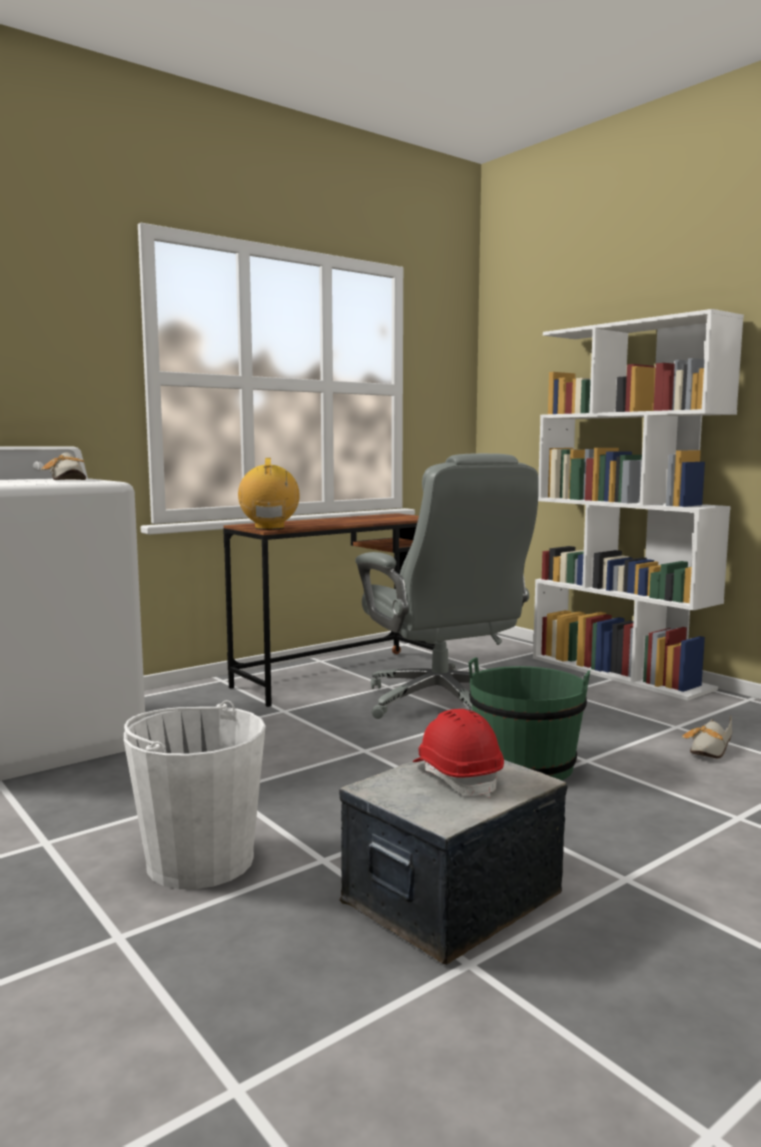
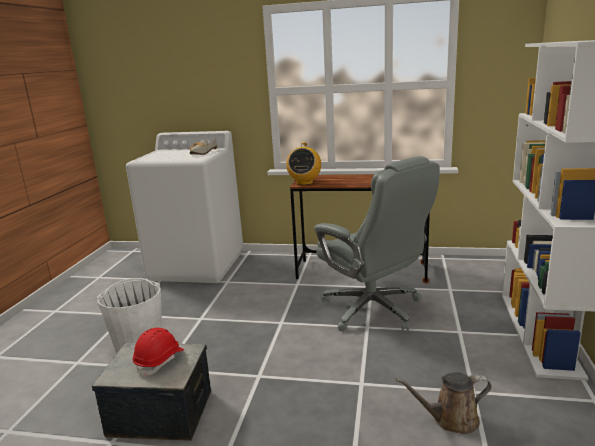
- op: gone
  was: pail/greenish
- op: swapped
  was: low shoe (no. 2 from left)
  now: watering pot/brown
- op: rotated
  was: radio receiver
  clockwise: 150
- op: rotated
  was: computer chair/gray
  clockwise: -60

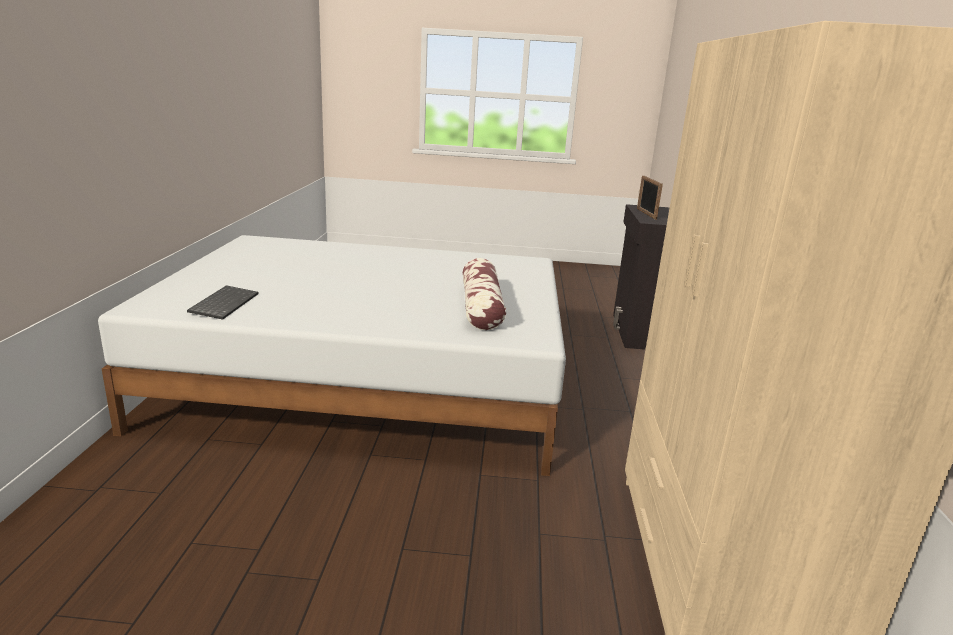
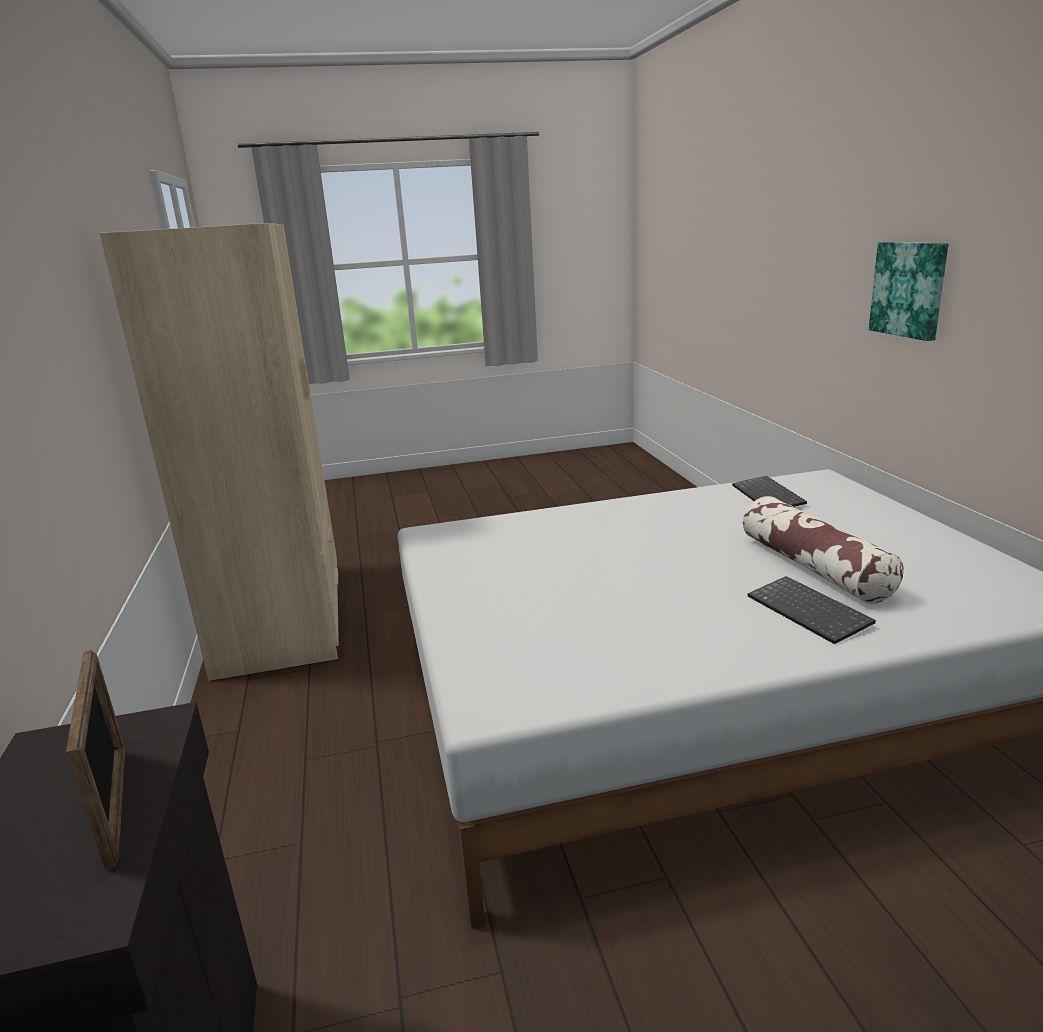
- op: new
  now: PC keyboard (no. 2 from left)
- op: new
  now: picture
- op: shifted
  was: throw pillow

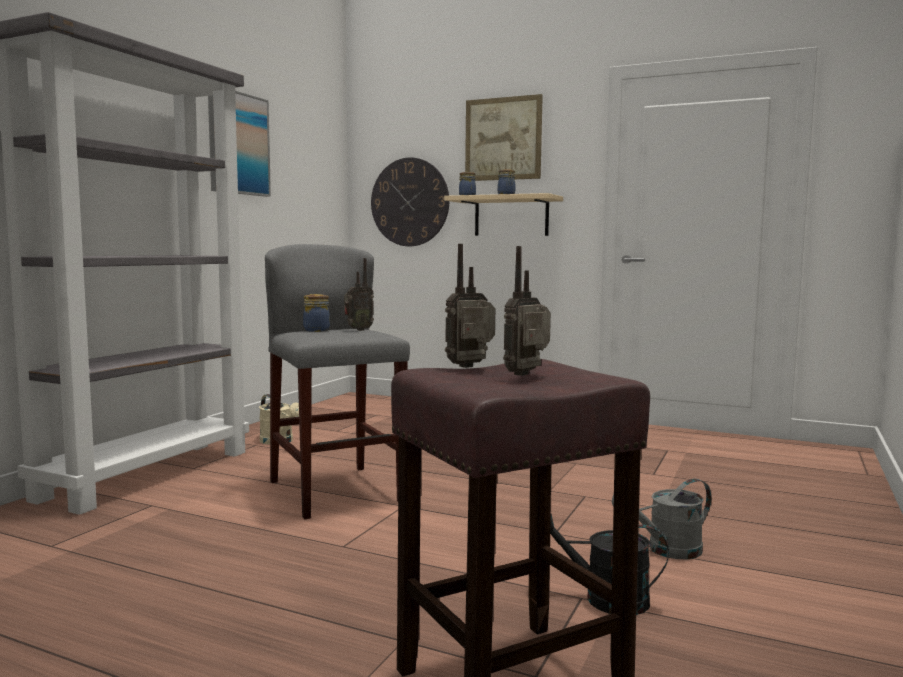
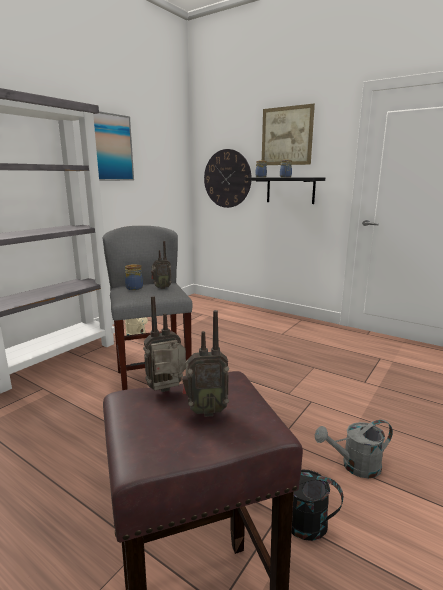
- op: repainted
  was: wall shelf/beige
  now: wall shelf/blackish
- op: rotated
  was: radio receiver (no. 3 from left)
  clockwise: -150

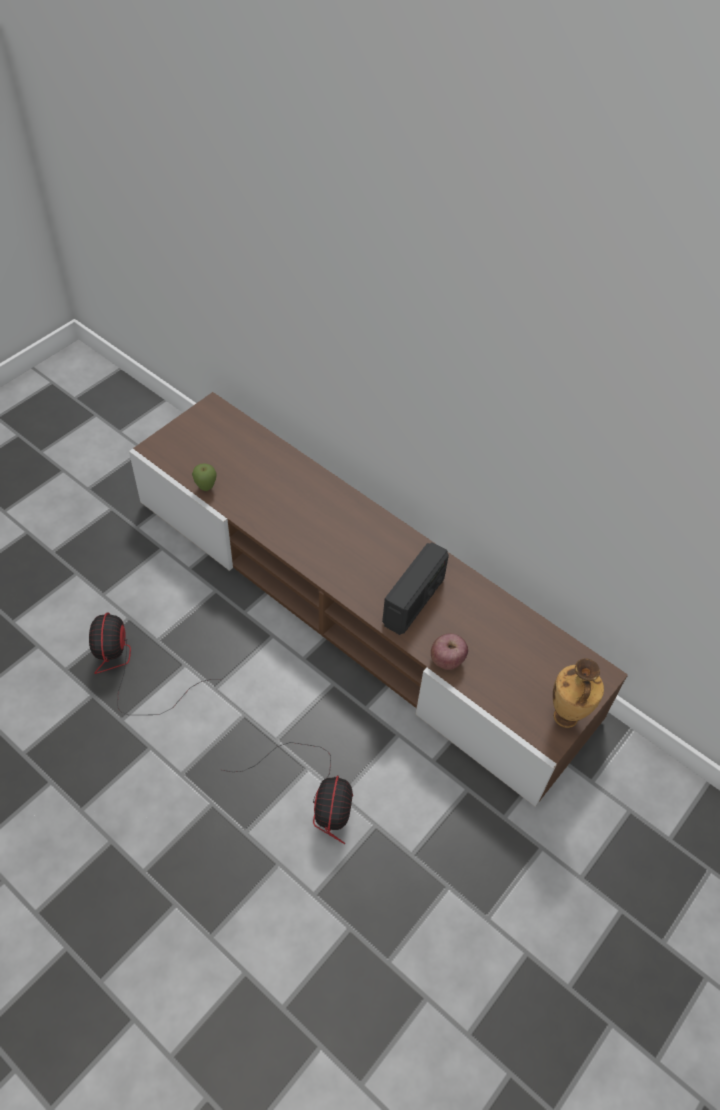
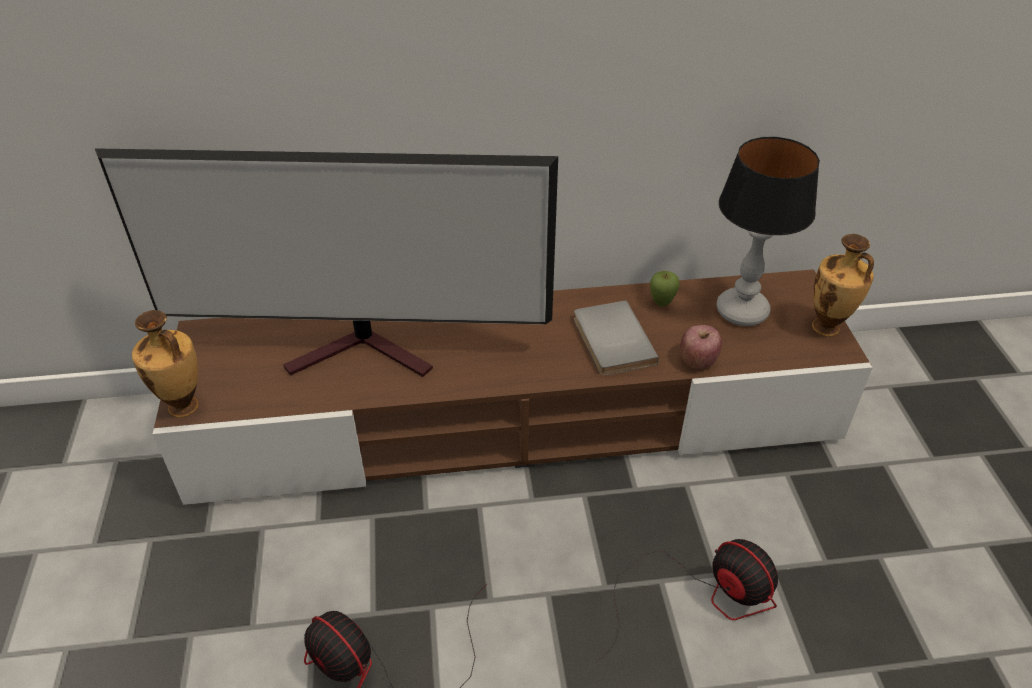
- op: new
  now: television
- op: new
  now: flower vase (no. 1 from left)
- op: new
  now: tabletop lamp
- op: shifted
  was: whole apple (no. 1 from left)
- op: swapped
  was: radio receiver
  now: volume/gray

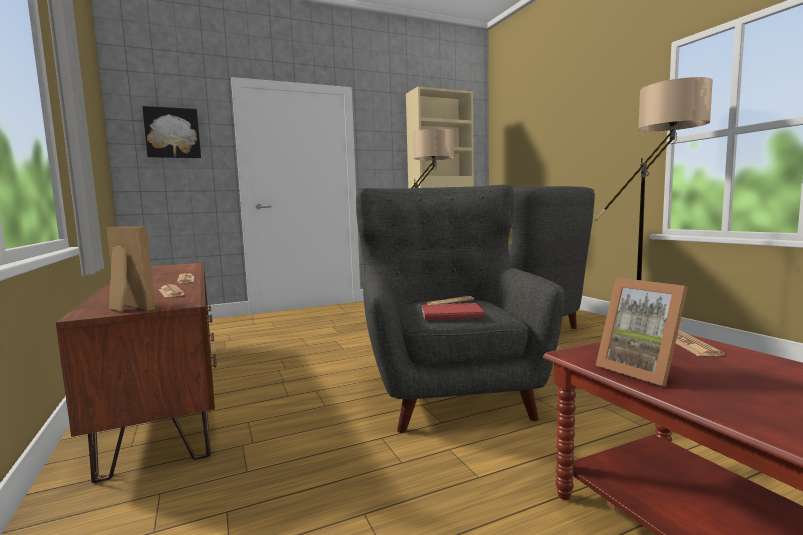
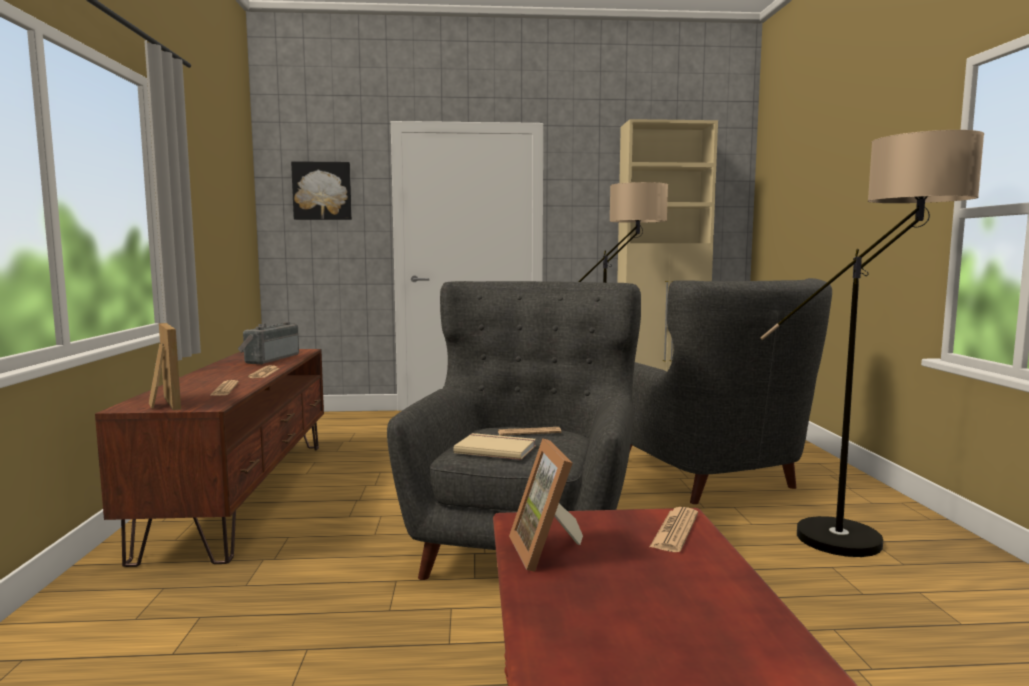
- op: new
  now: radio receiver
- op: repainted
  was: volume/red
  now: volume/beige

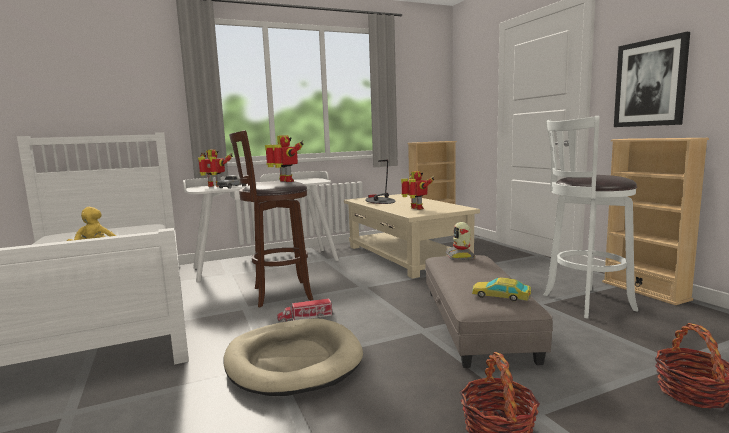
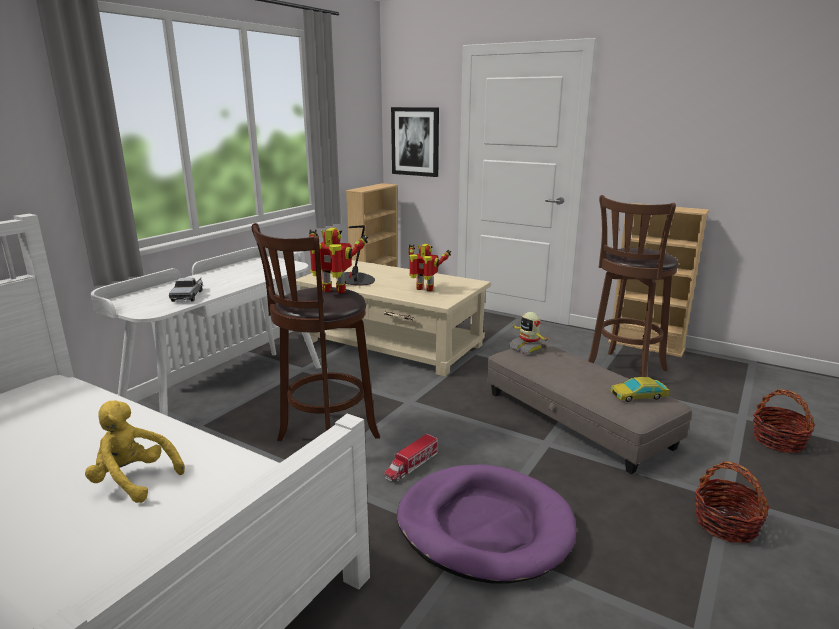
- op: gone
  was: toy robot (no. 1 from left)
- op: shifted
  was: picture
- op: repainted
  was: dog bed/beige
  now: dog bed/purple
- op: repainted
  was: stool seat/white-coloured
  now: stool seat/brown (no. 2 from left)

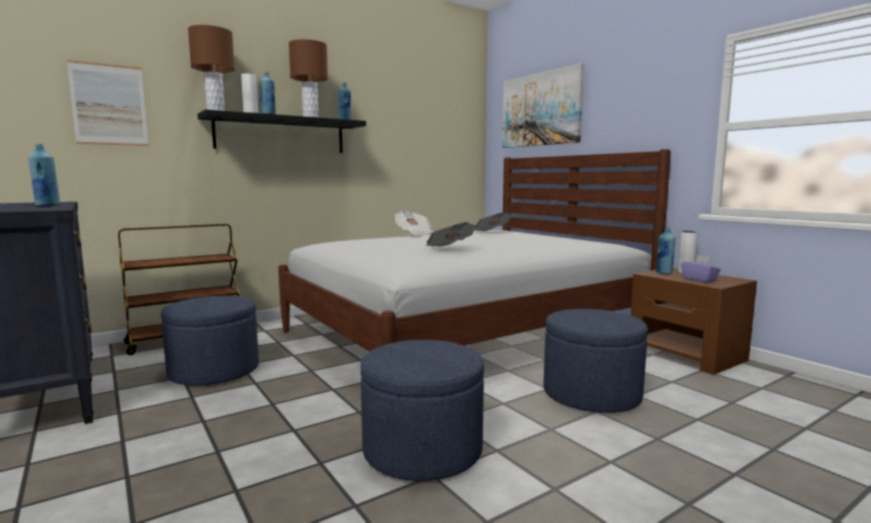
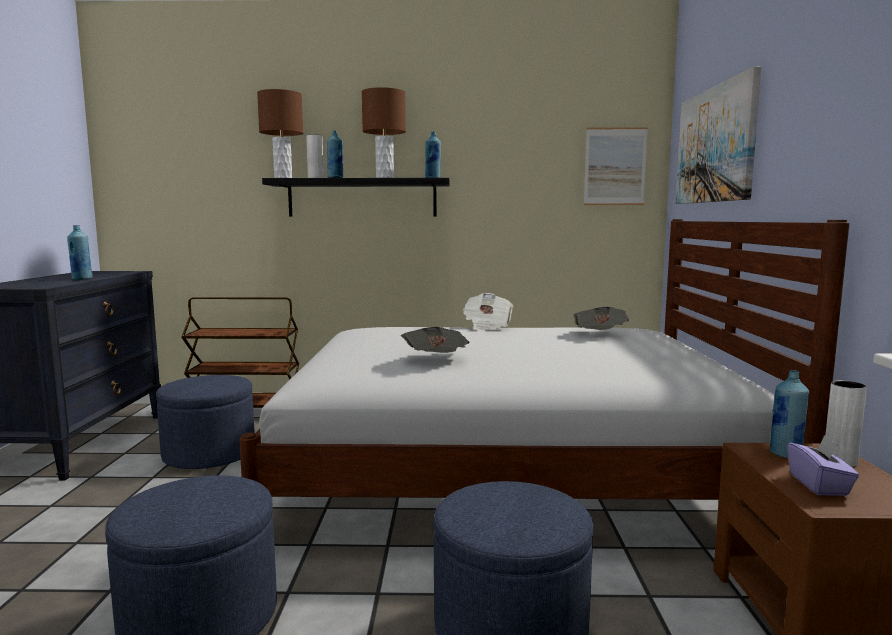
- op: shifted
  was: picture (no. 1 from left)

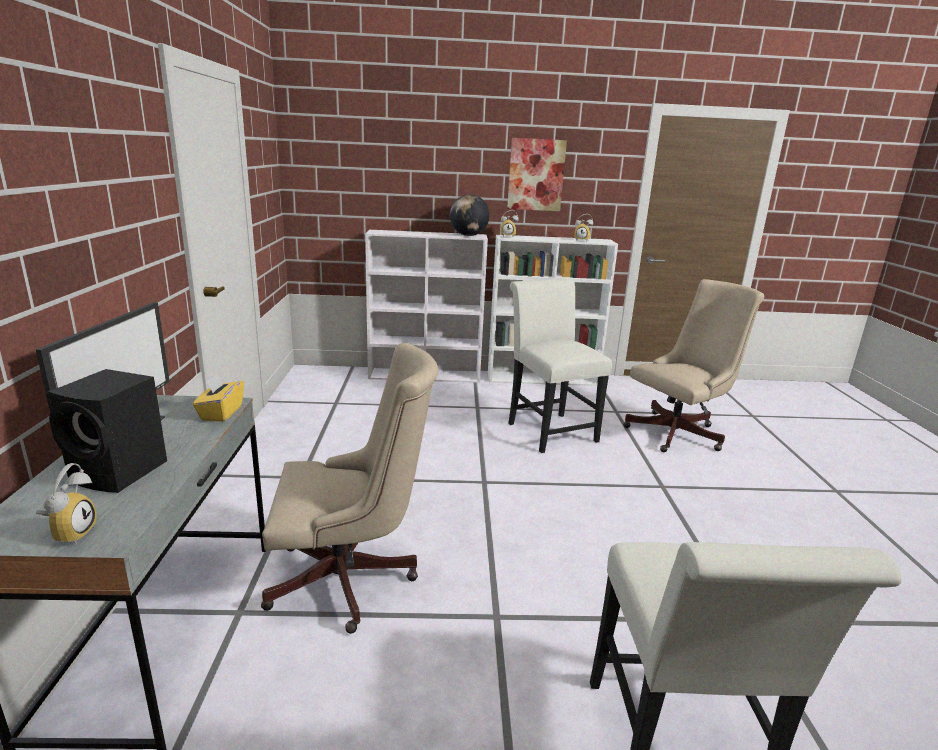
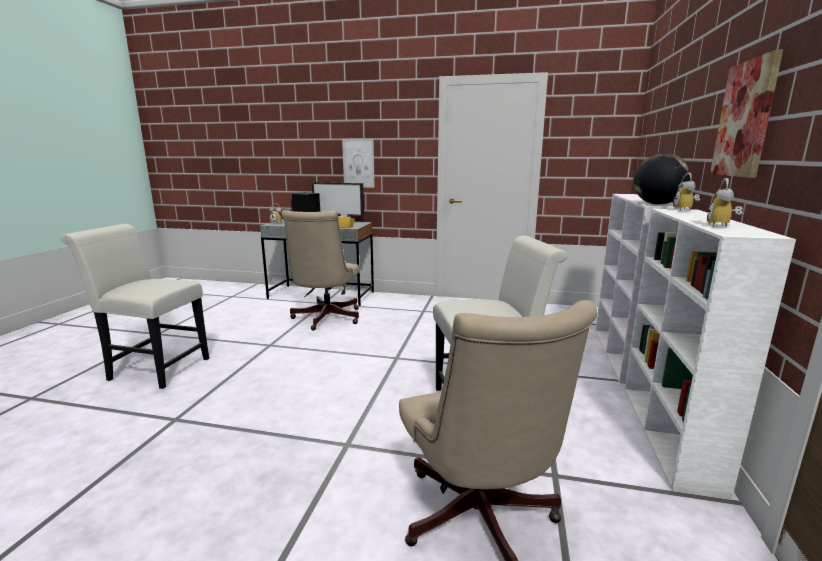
- op: new
  now: picture (no. 1 from left)

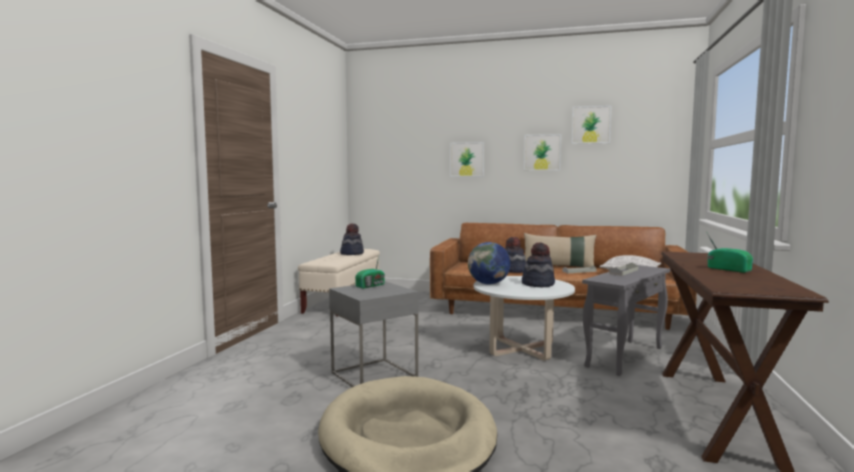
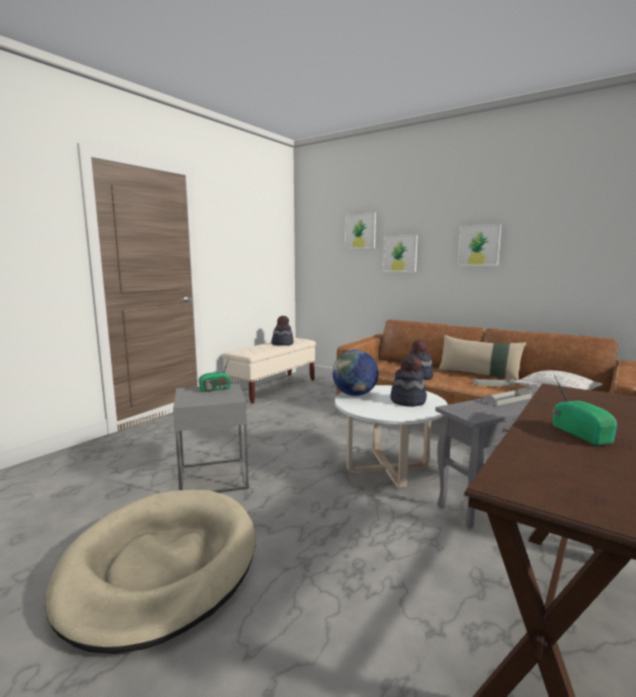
- op: shifted
  was: picture (no. 3 from left in the first image)
  now: picture (no. 1 from left)

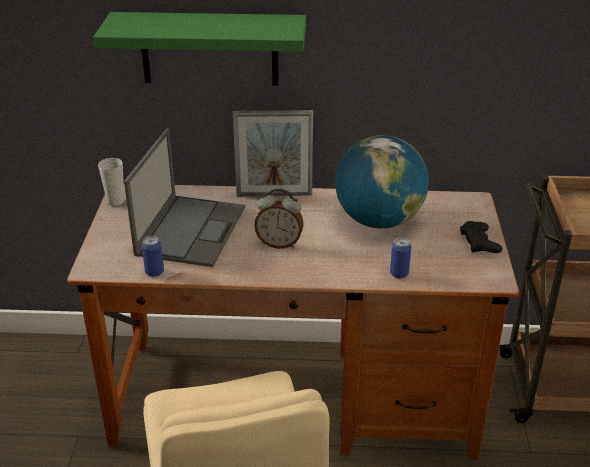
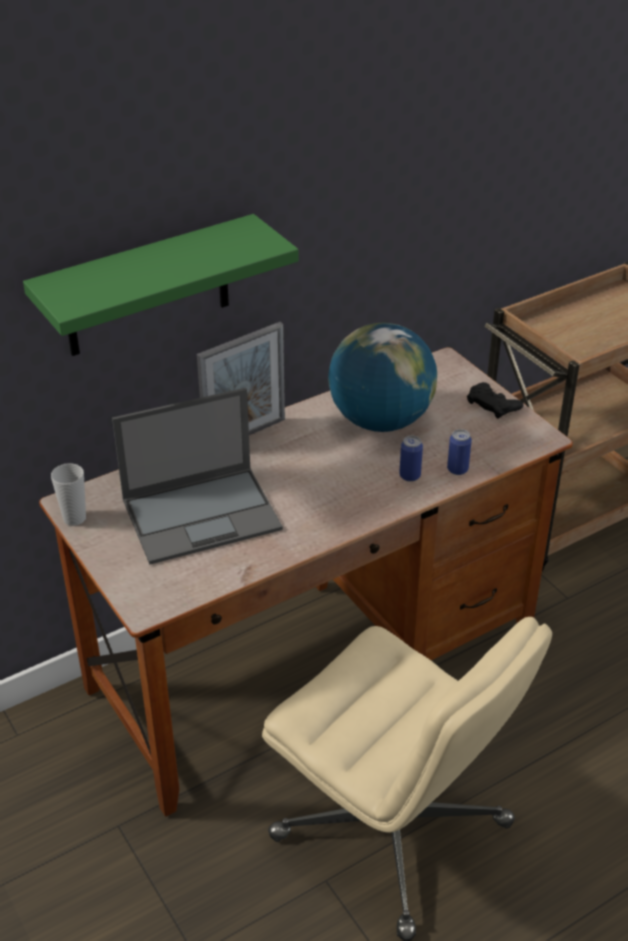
- op: gone
  was: alarm clock
- op: shifted
  was: can (no. 1 from left)
- op: rotated
  was: notebook computer
  clockwise: 90

